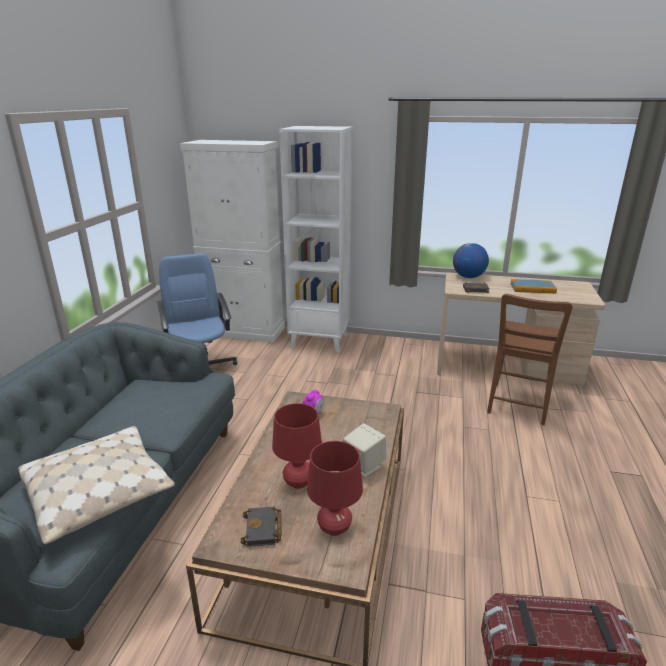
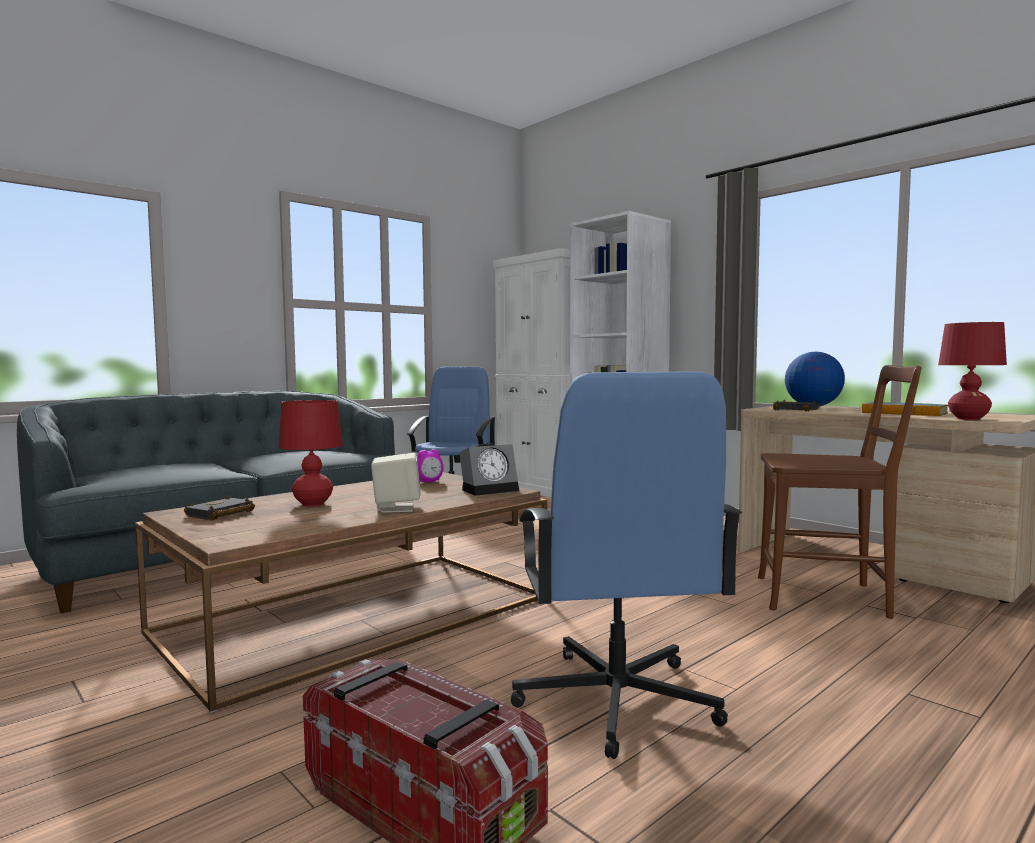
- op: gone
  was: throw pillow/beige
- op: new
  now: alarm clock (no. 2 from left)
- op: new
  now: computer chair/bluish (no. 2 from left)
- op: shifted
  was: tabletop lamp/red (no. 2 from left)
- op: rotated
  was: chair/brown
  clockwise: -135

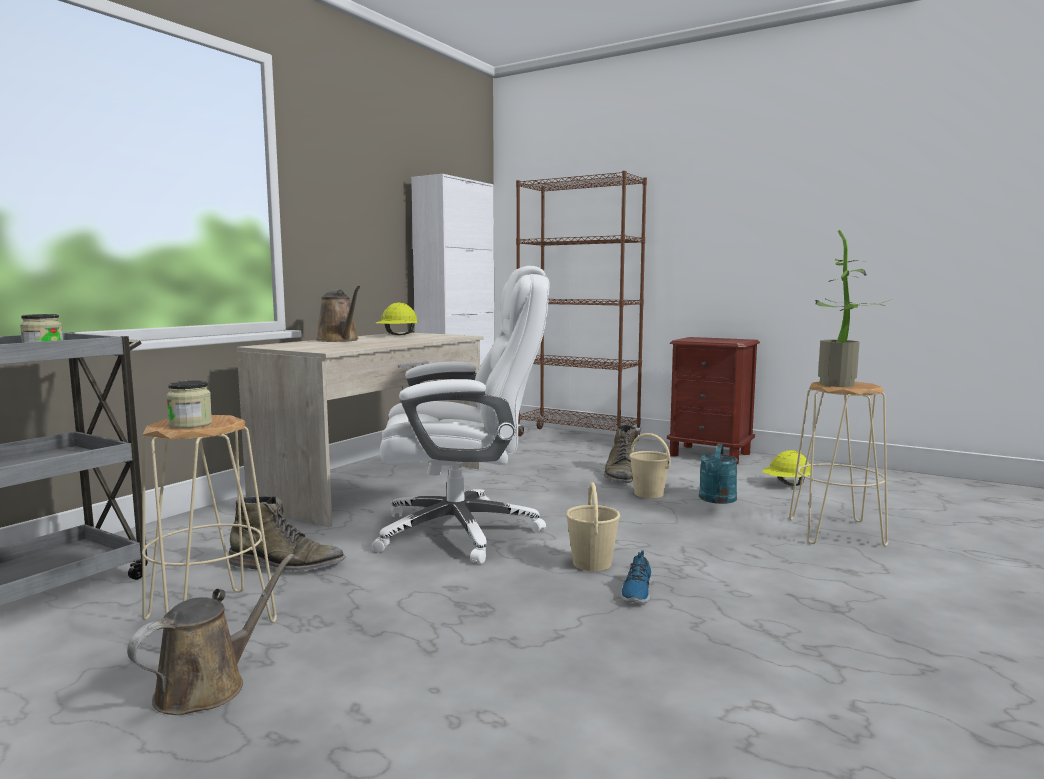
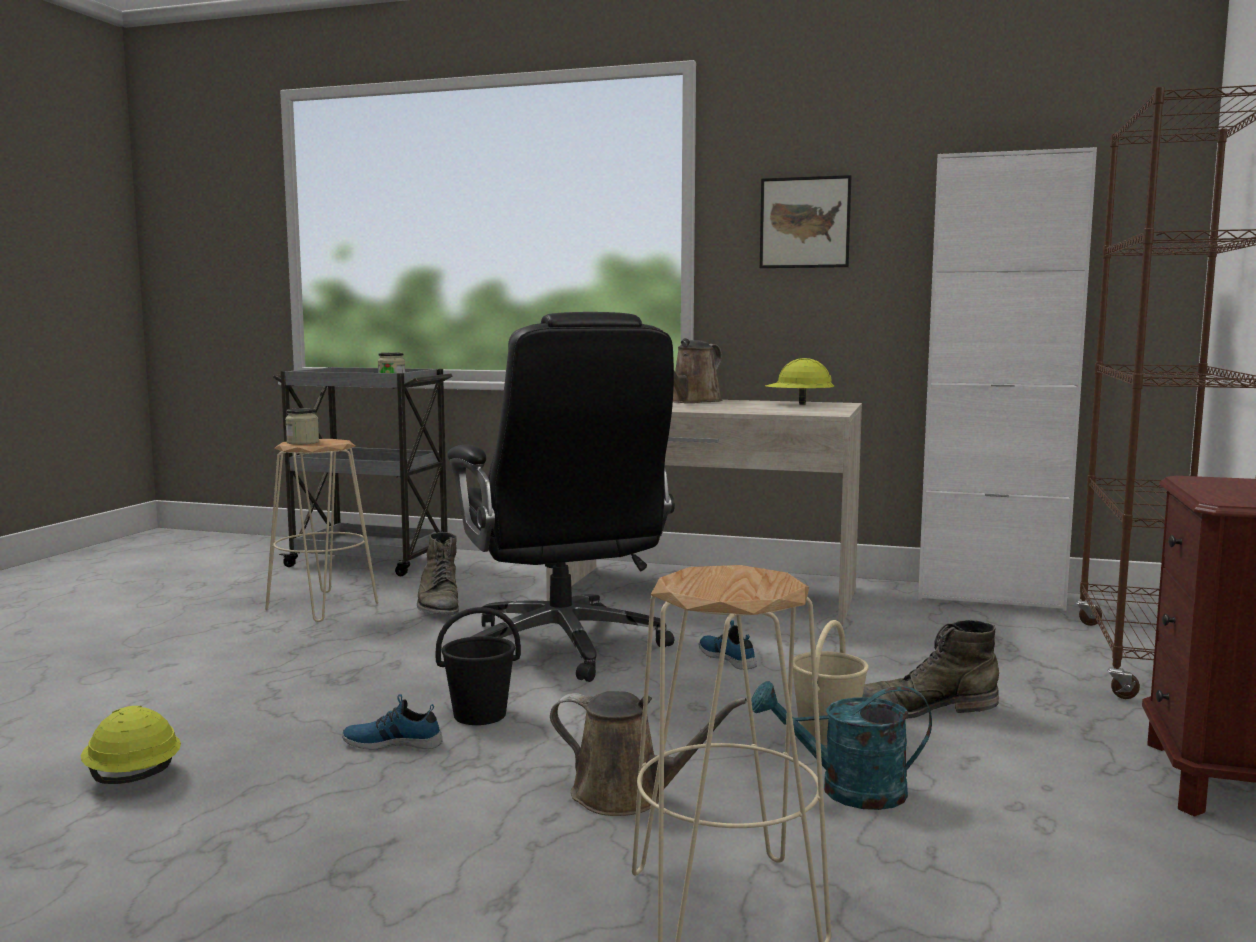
- op: gone
  was: houseplant
- op: new
  now: low shoe (no. 2 from left)
- op: new
  now: picture
- op: shifted
  was: watering pot/brown (no. 1 from left)
- op: shifted
  was: safety helmet/yellow (no. 2 from left in the first image)
  now: safety helmet/yellow (no. 1 from left)
- op: repainted
  was: computer chair/white-coloured
  now: computer chair/blackish
- op: repainted
  was: pail/beige (no. 1 from left)
  now: pail/blackish

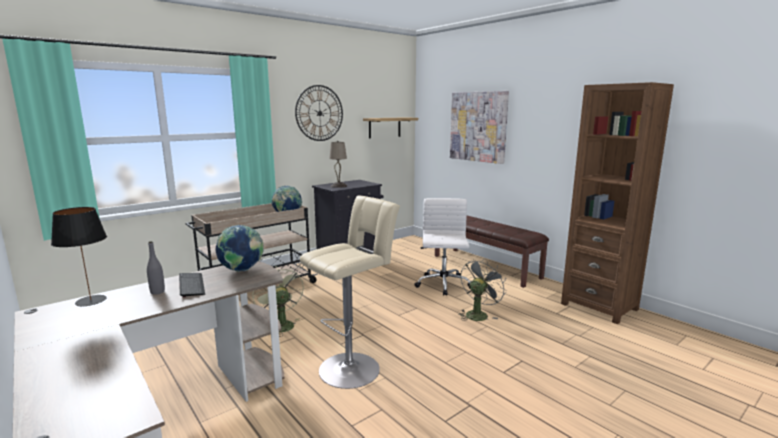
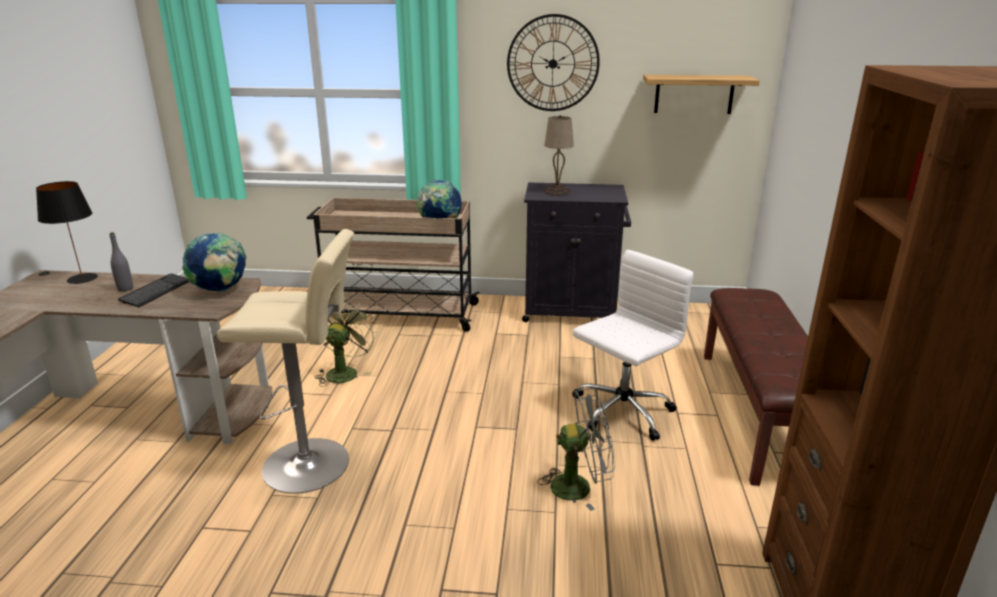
- op: gone
  was: picture

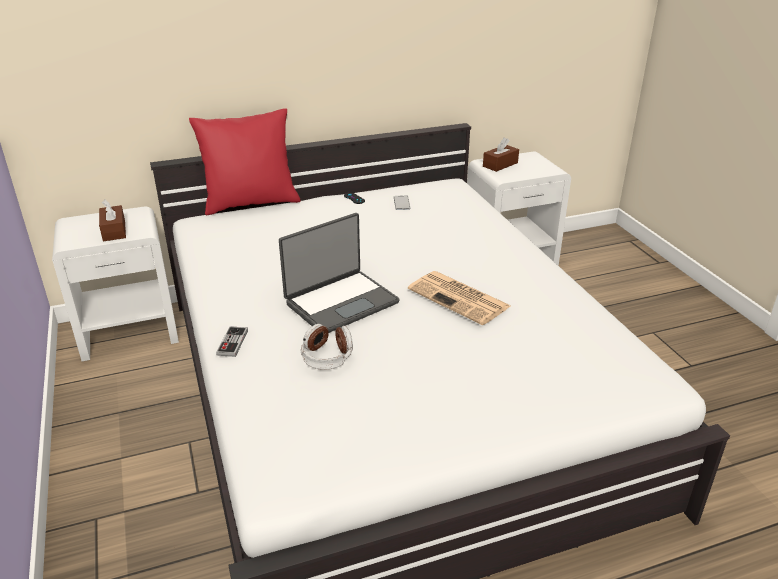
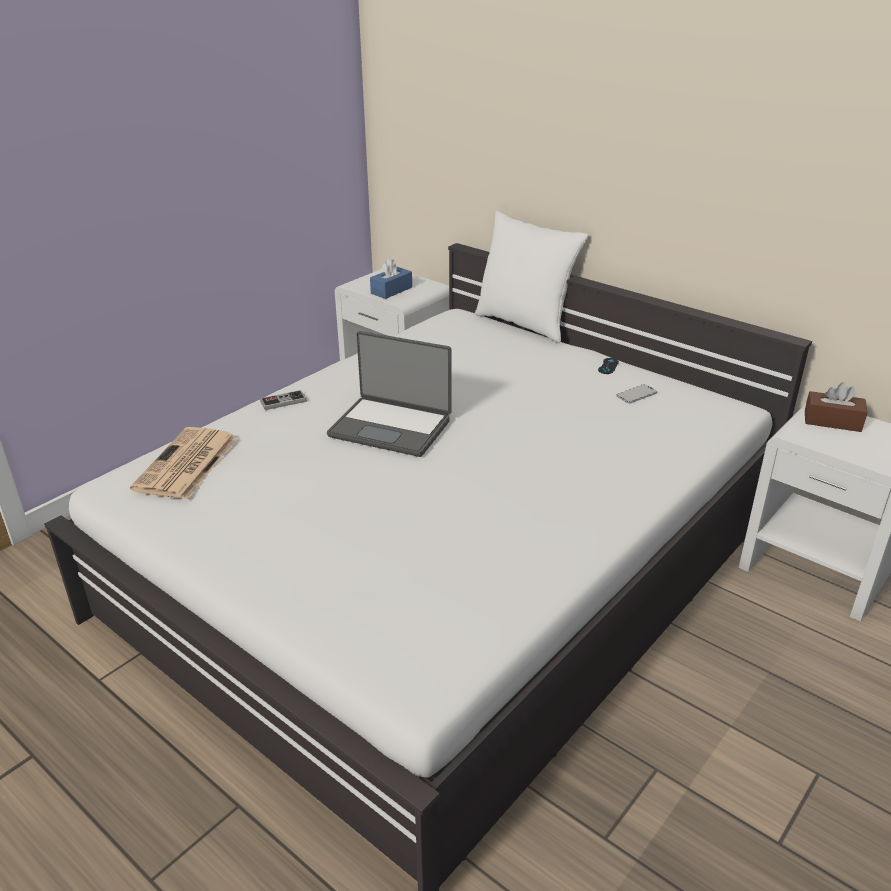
- op: gone
  was: pair of headphones
- op: shifted
  was: daily paper
- op: repainted
  was: box of tissues/brown (no. 1 from left)
  now: box of tissues/bluish
- op: repainted
  was: throw pillow/red
  now: throw pillow/white-coloured

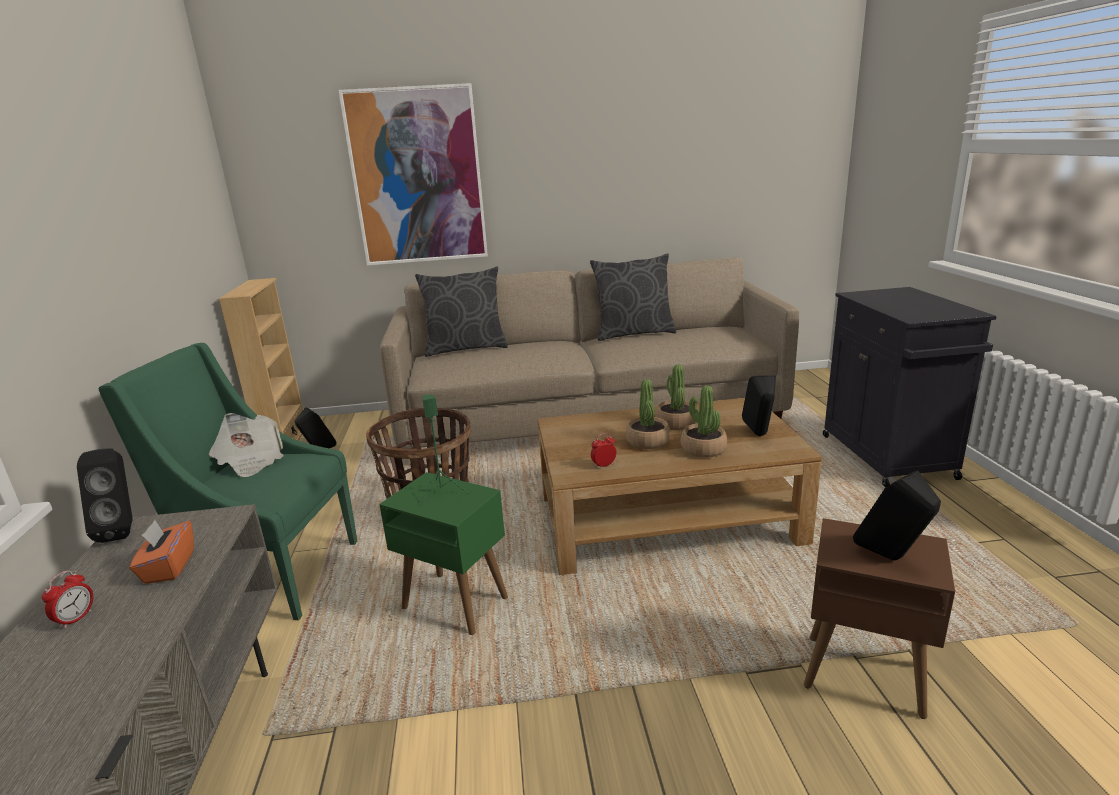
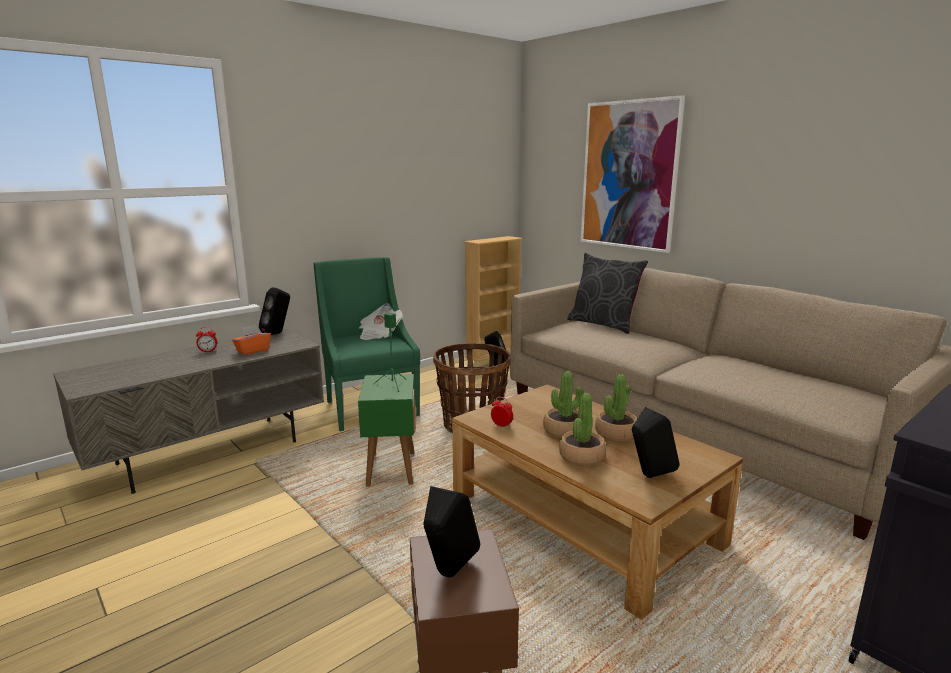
- op: gone
  was: throw pillow/gray (no. 2 from left)

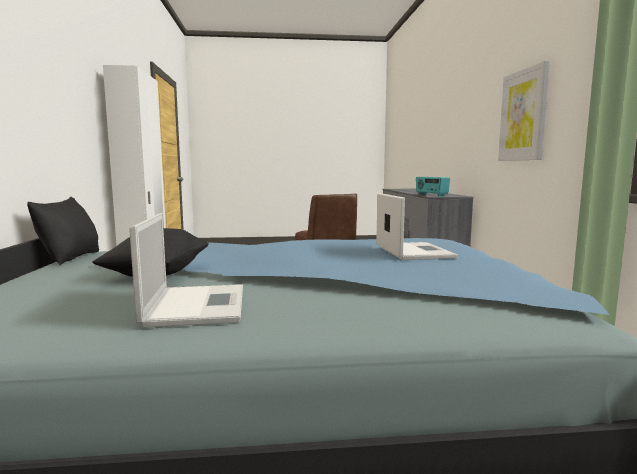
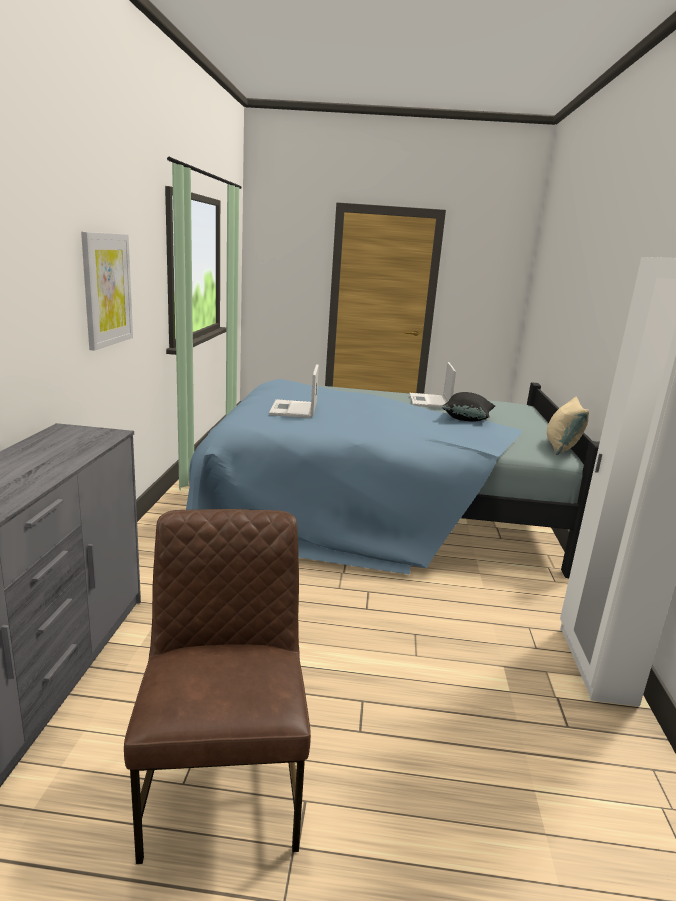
- op: gone
  was: radio receiver
- op: repainted
  was: throw pillow/blackish (no. 1 from left)
  now: throw pillow/beige

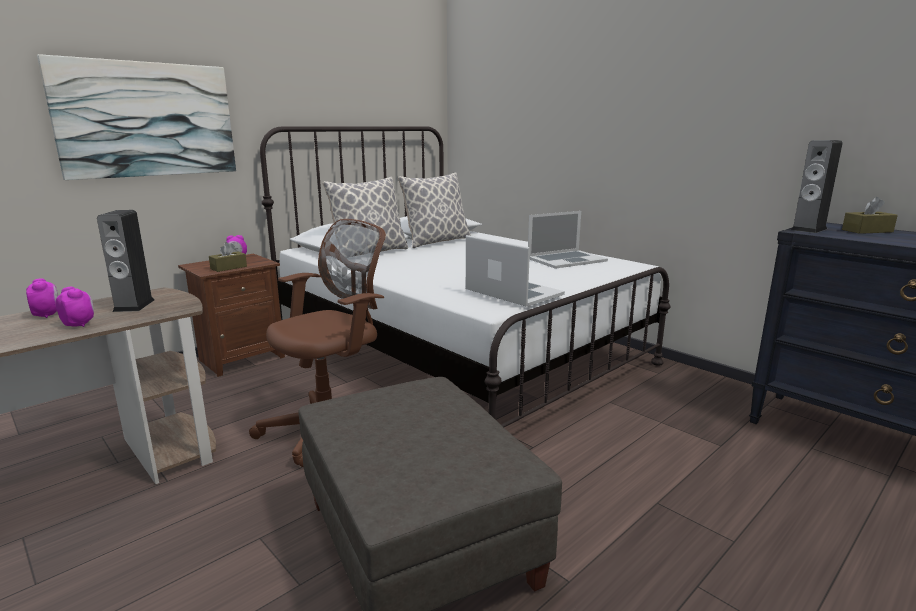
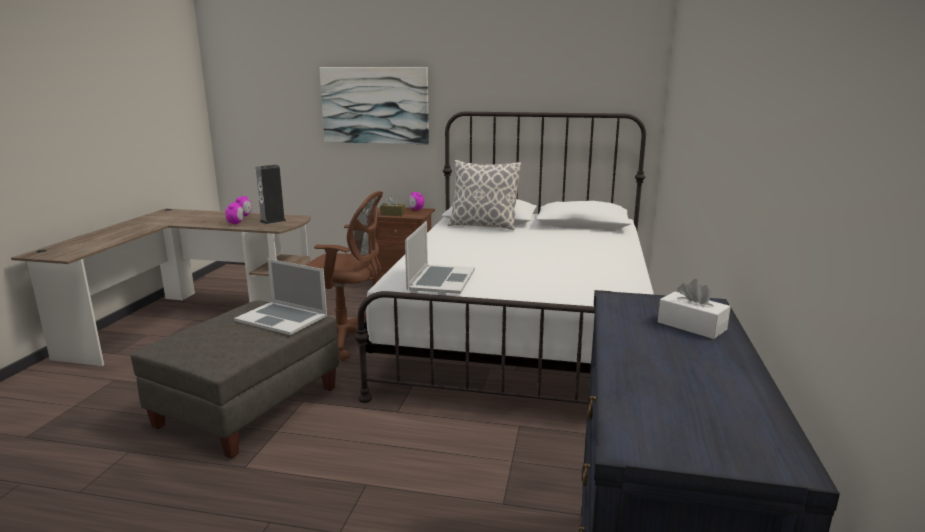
- op: gone
  was: throw pillow (no. 2 from left)
- op: gone
  was: loudspeaker (no. 2 from left)
- op: shifted
  was: notebook computer (no. 2 from left in the first image)
  now: notebook computer (no. 1 from left)
- op: repainted
  was: box of tissues/brown (no. 2 from left)
  now: box of tissues/white-coloured

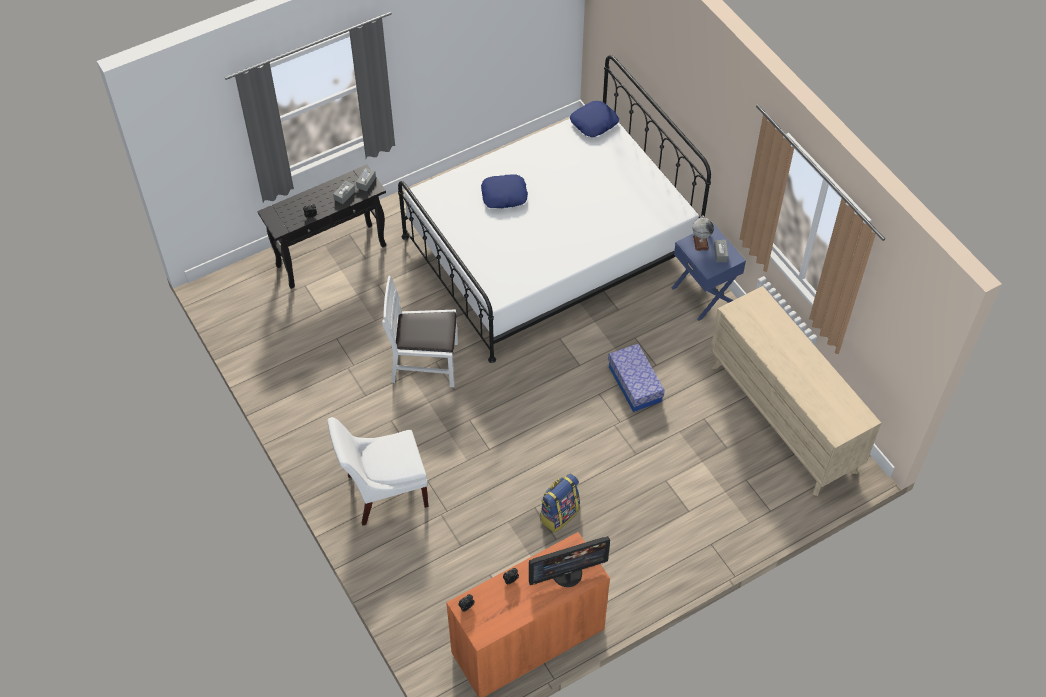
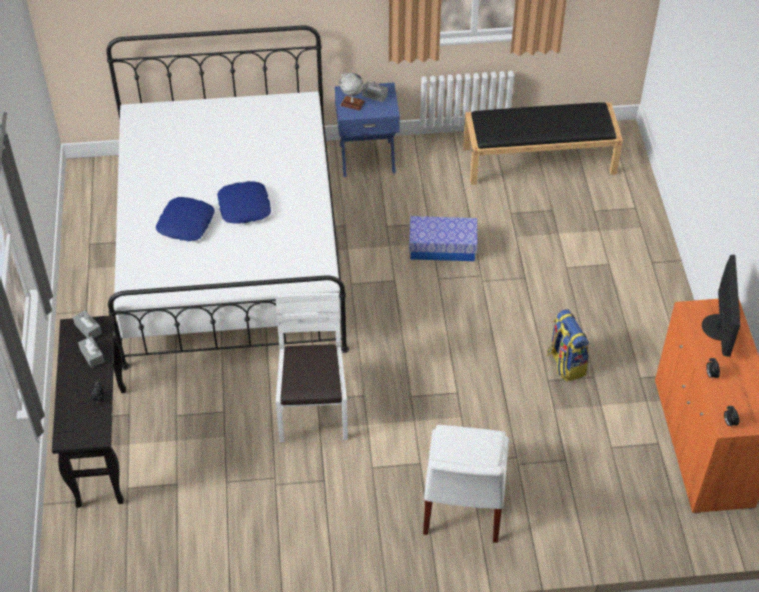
- op: shifted
  was: throw pillow/bluish (no. 2 from left)
- op: swapped
  was: dresser/beige
  now: bench/blackish
- op: rotated
  was: chair/white-coloured (no. 2 from left in the first image)
  clockwise: 150

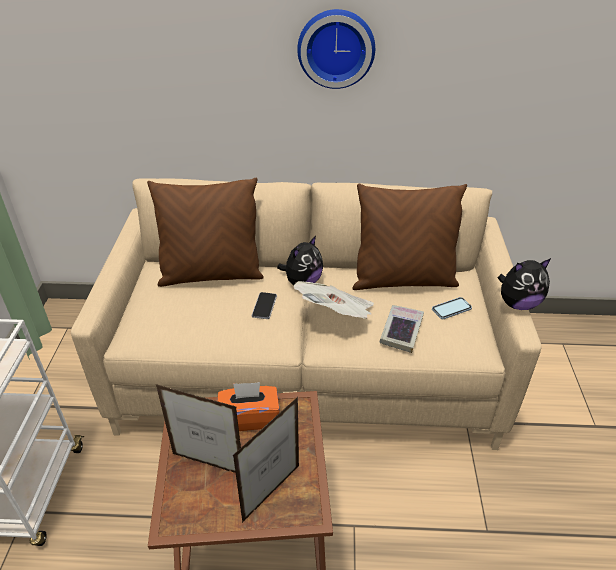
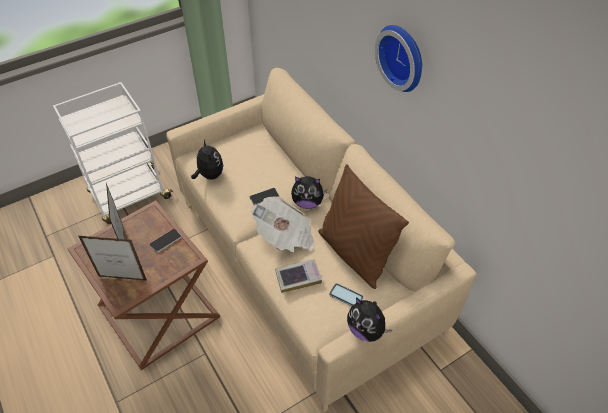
- op: gone
  was: throw pillow/brown (no. 1 from left)
- op: new
  now: soft toy (no. 1 from left)
- op: swapped
  was: box of tissues/orange-coloured
  now: handset (no. 1 from left)

